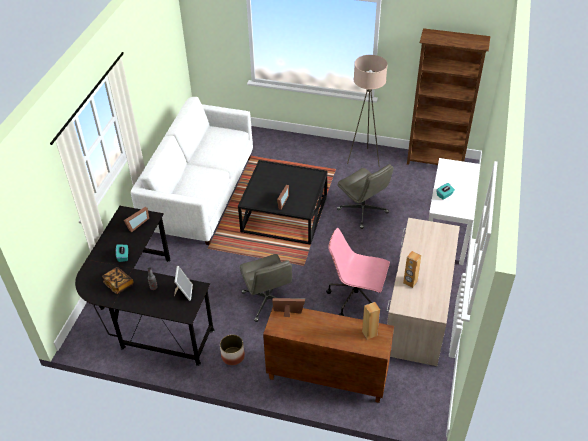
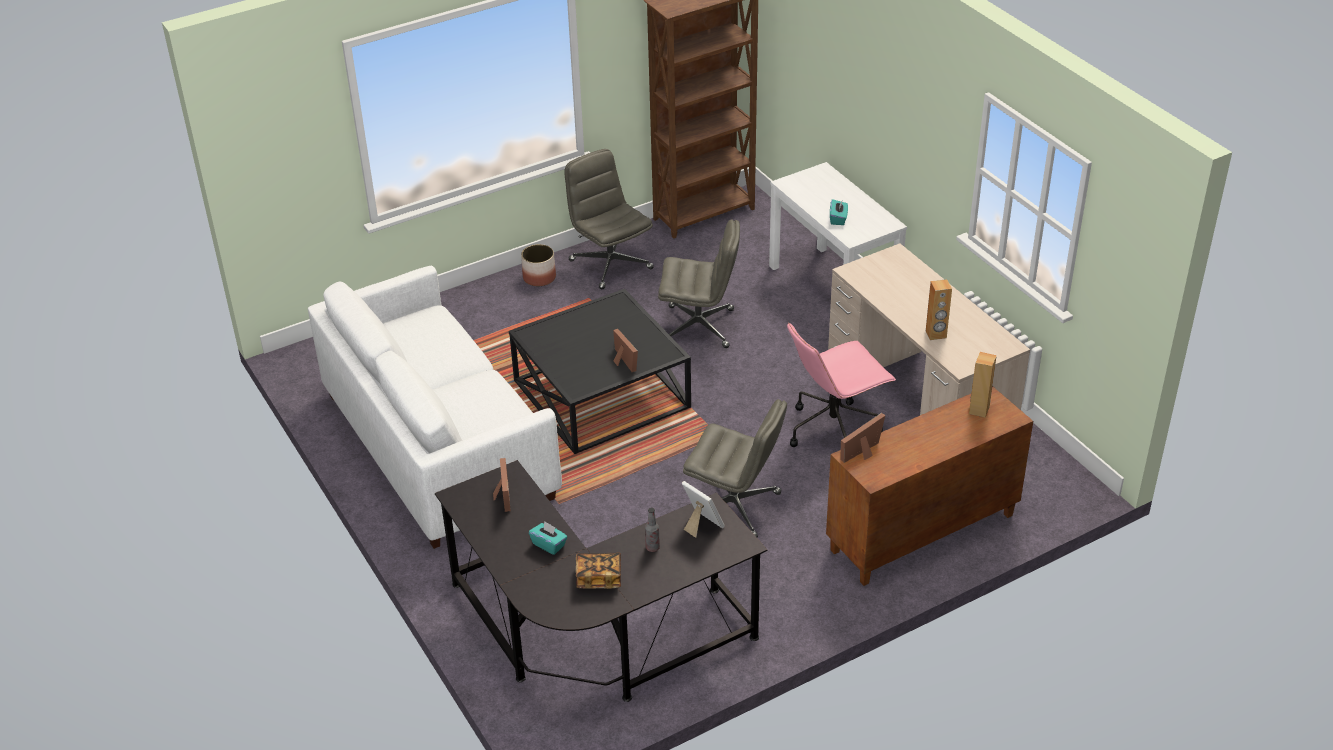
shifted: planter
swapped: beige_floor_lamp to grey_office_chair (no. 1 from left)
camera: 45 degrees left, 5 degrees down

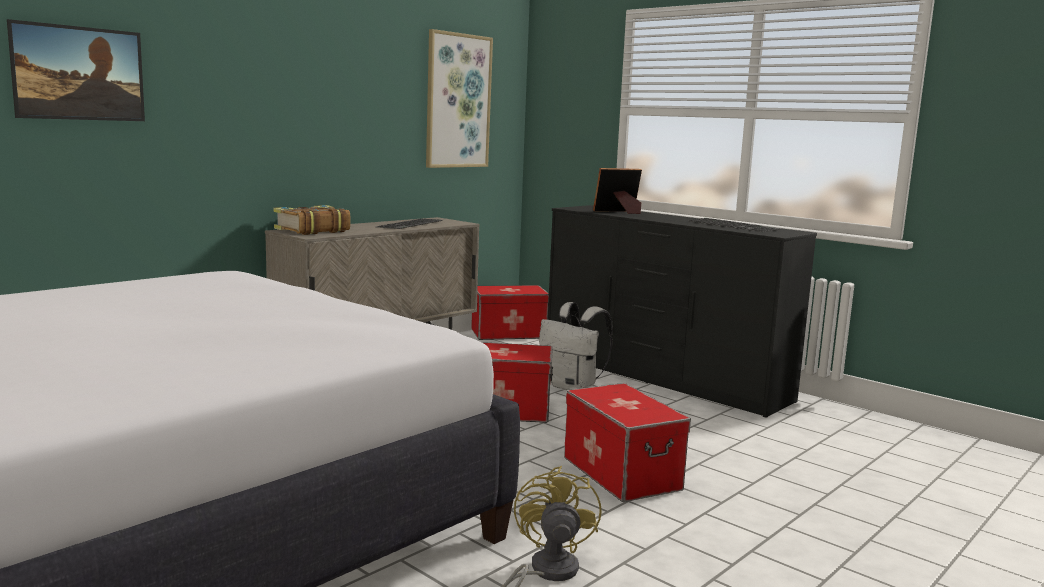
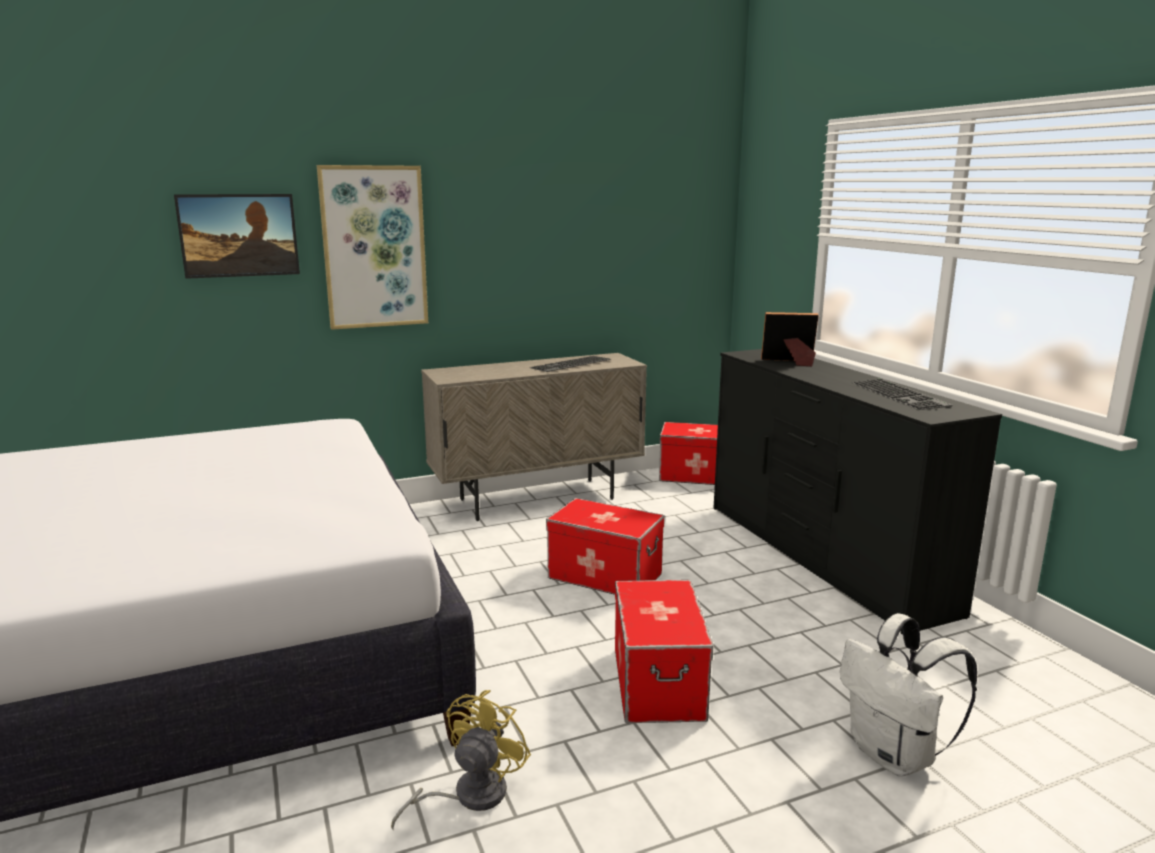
gone: book
shifted: picture (no. 2 from left); white_backpack
camera: 25 degrees right, 5 degrees up

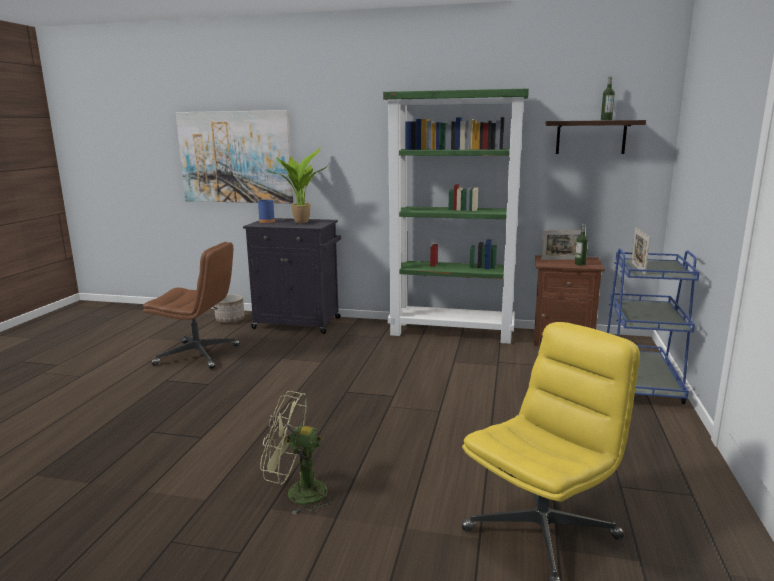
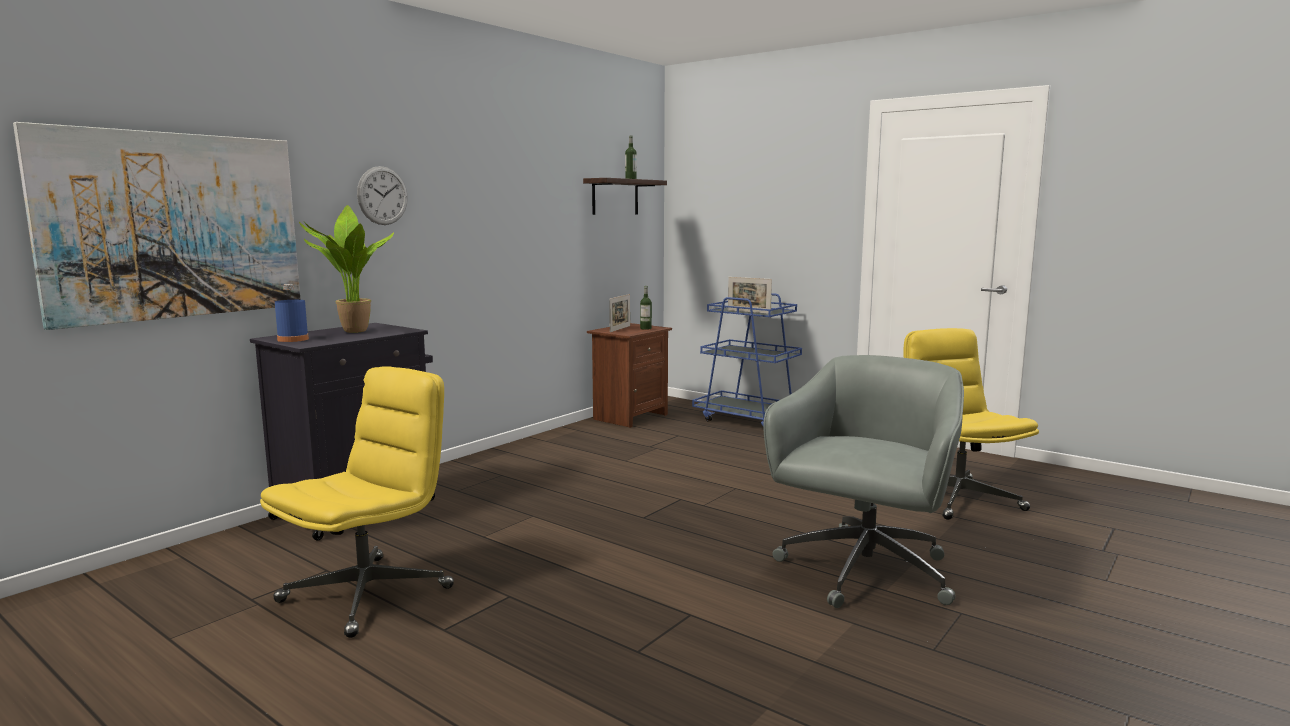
gone: planter; green_bookcase
new: wall_clock
swapped: green_fan to grey_office_chair
repainted: brown_office_chair to yellow_office_chair (no. 1 from left)
camera: 65 degrees left, 5 degrees down

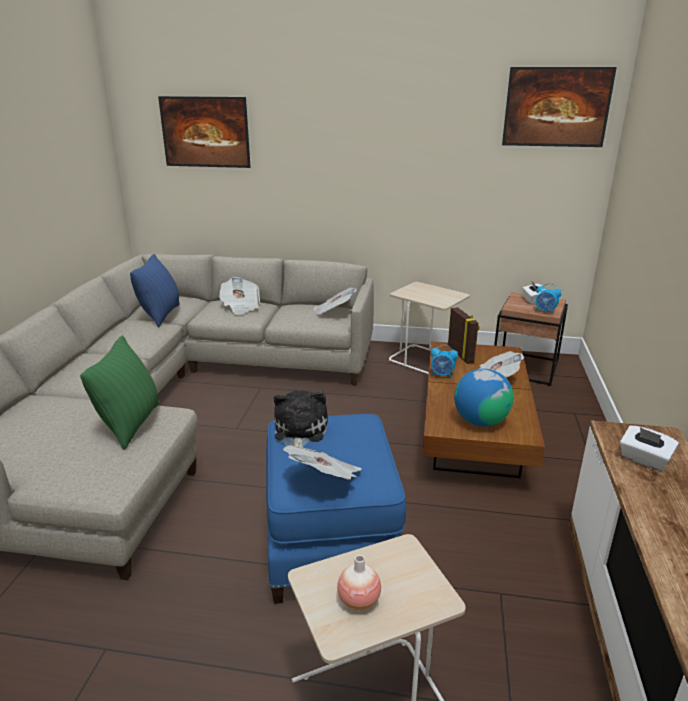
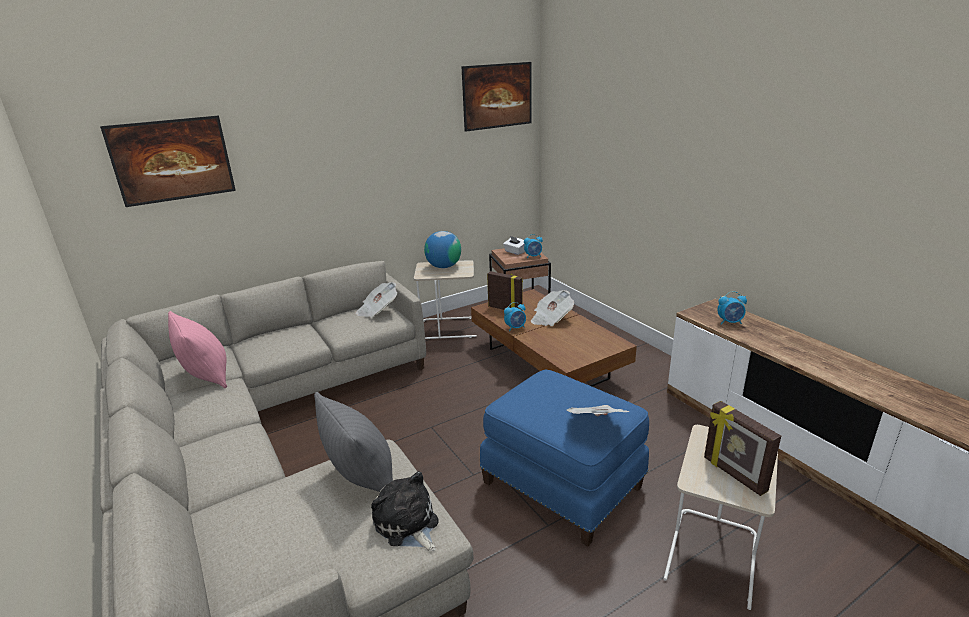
gone: newspaper (no. 1 from left)
shifted: plush_toy; globe
swapped: vase to picture_frame (no. 2 from left); white_tissue_box (no. 2 from left) to alarm_clock (no. 3 from left)
repainted: green_pillow to grey_pillow; blue_pillow to pink_pillow
camera: 40 degrees left, 0 degrees up

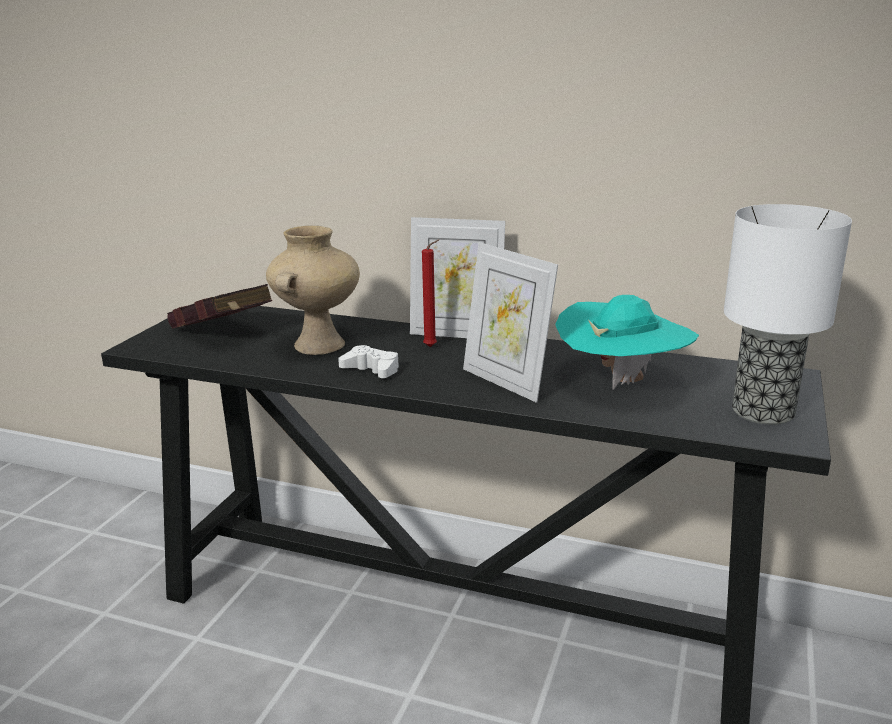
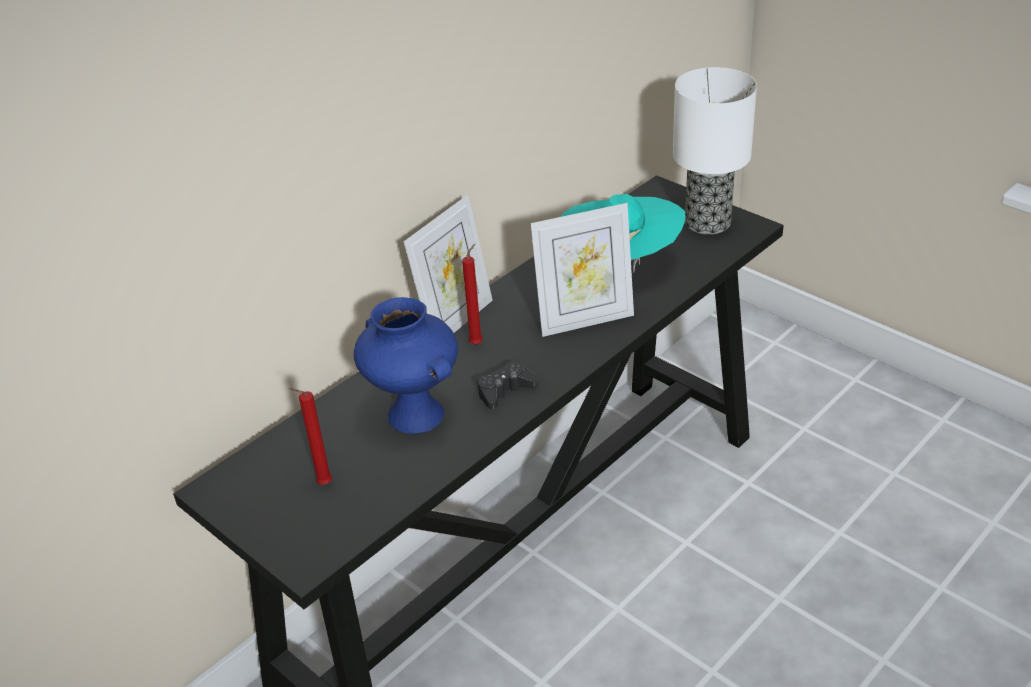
swapped: red_book to red_candle (no. 1 from left)
repainted: beige_vase to blue_vase; white_game_controller to black_game_controller
camera: 65 degrees left, 15 degrees up

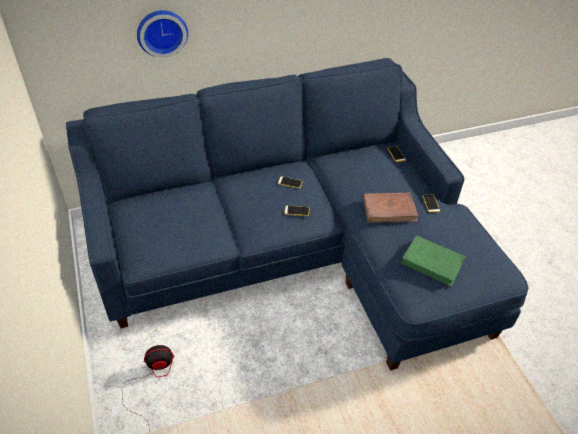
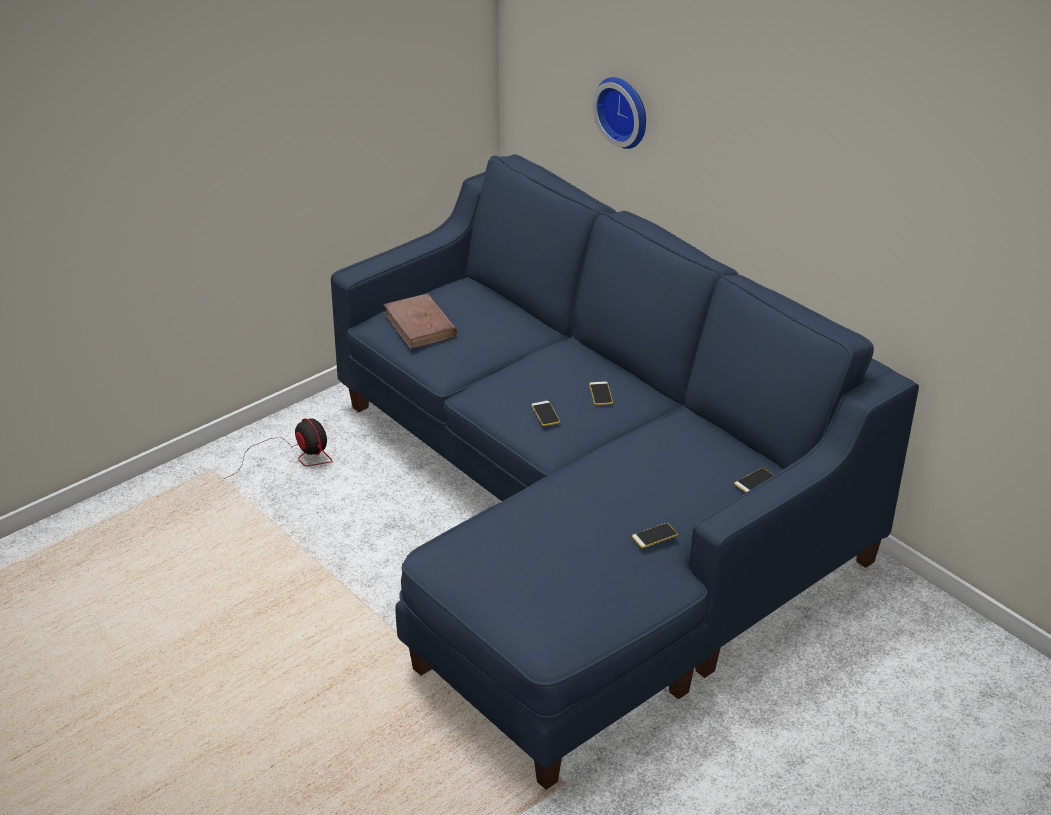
gone: green_book
shifted: brown_book
camera: 70 degrees right, 10 degrees down

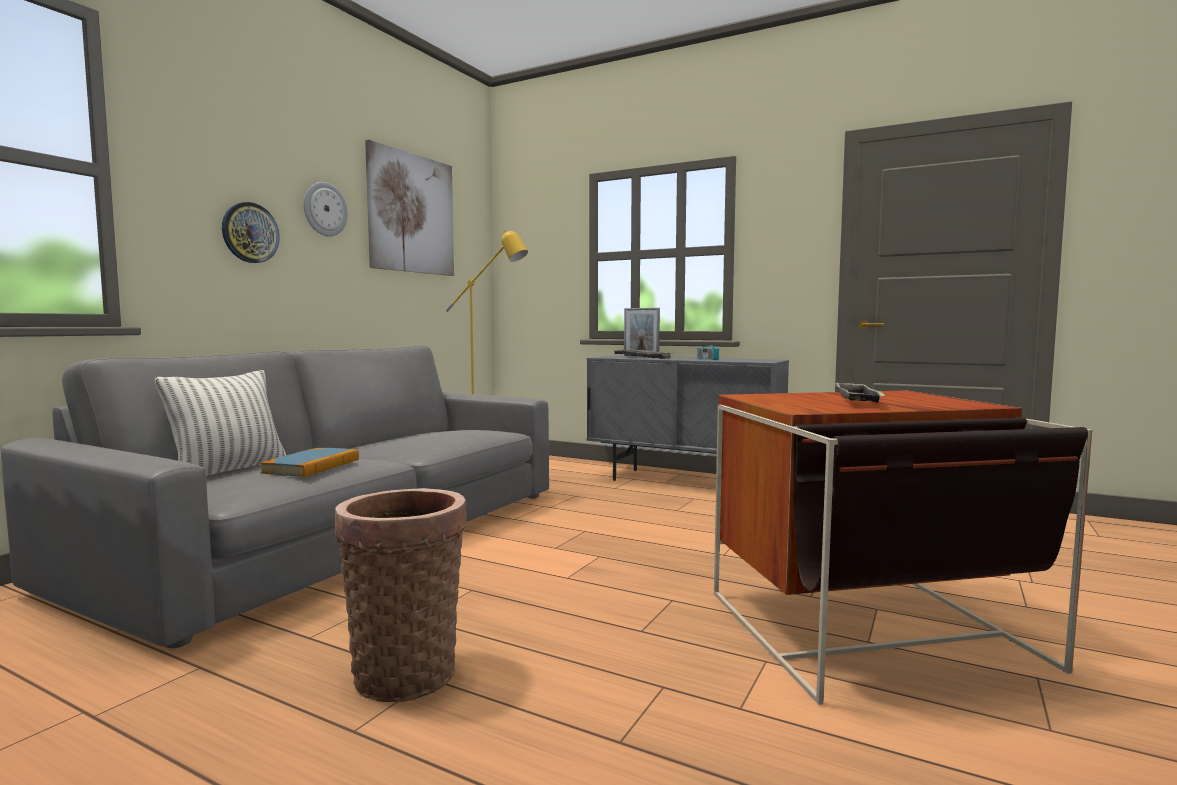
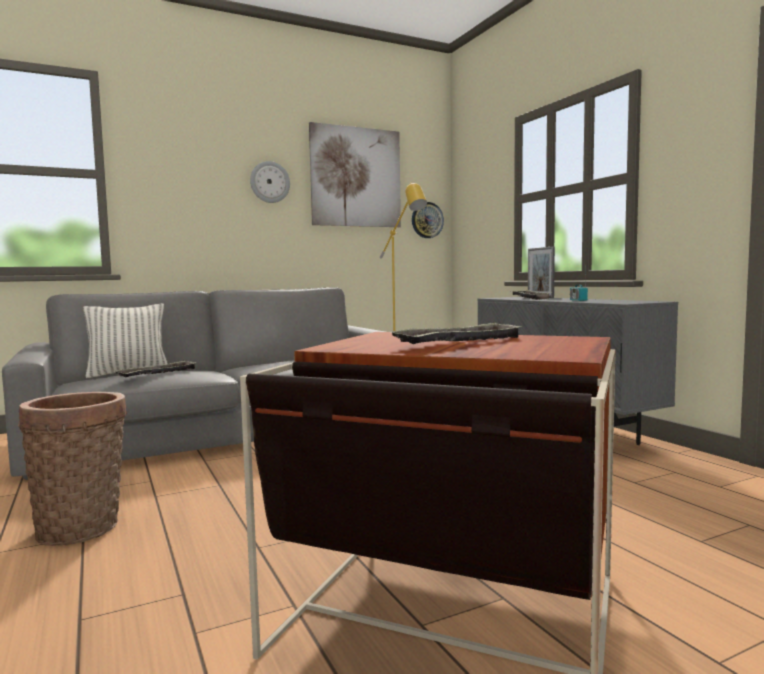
shifted: wall_clock (no. 1 from left in the first image) to wall_clock (no. 2 from left)
swapped: book to tray (no. 1 from left)
camera: 35 degrees right, 0 degrees up

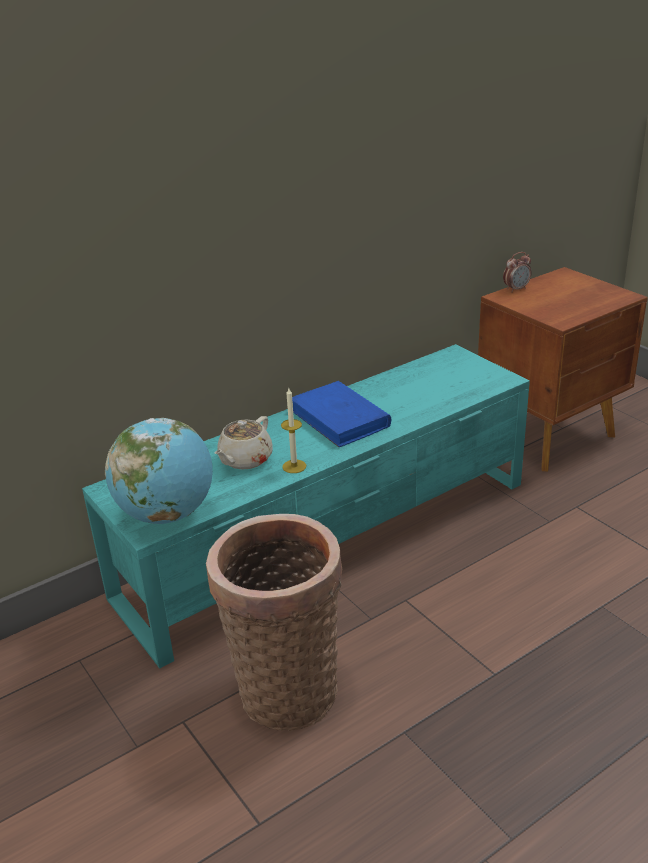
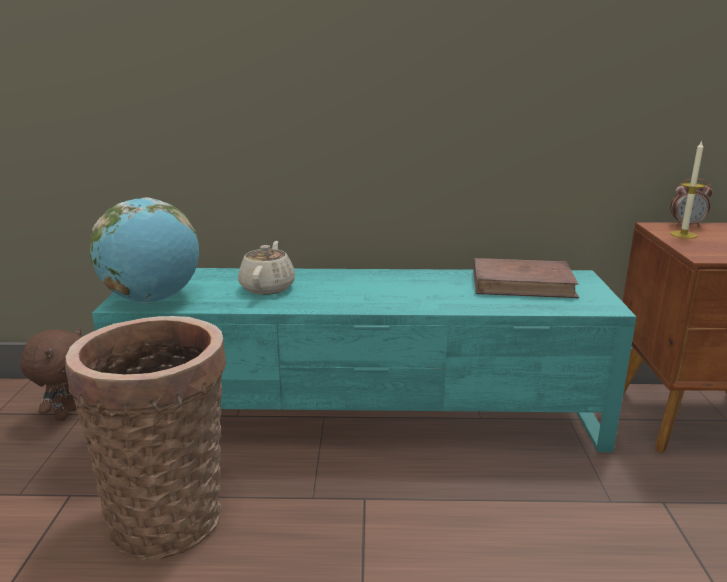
gone: blue_book
new: brown_plush_toy; brown_book
shifted: candle
rotated: beige_teapot 120 degrees clockwise
camera: 35 degrees right, 10 degrees down

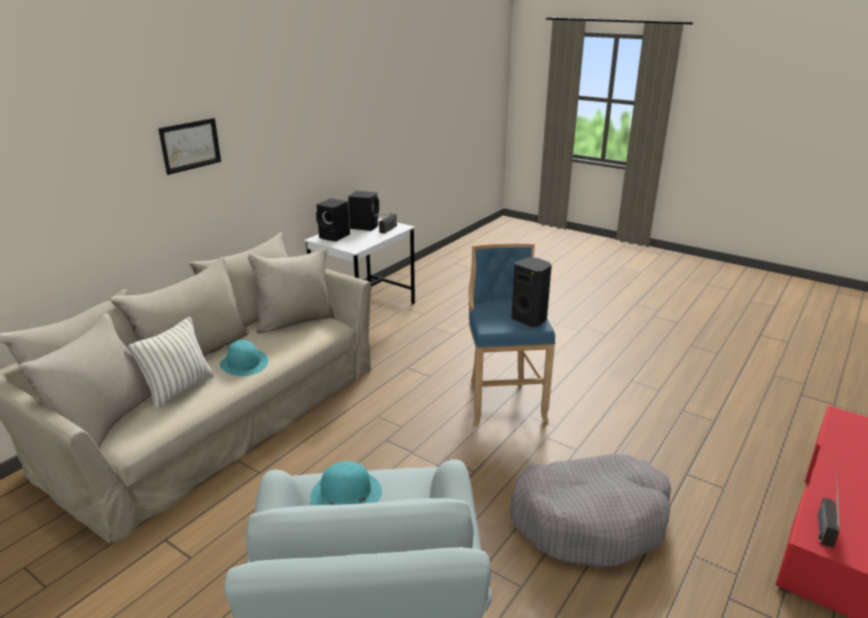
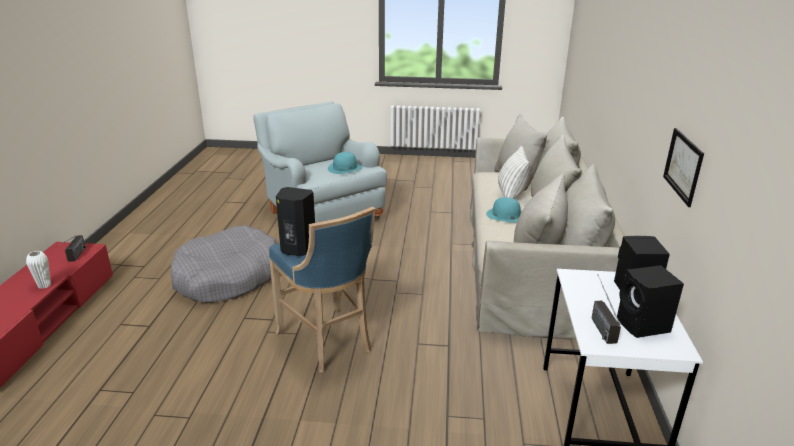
new: white_vase
shifted: picture
camera: 150 degrees right, 0 degrees up

